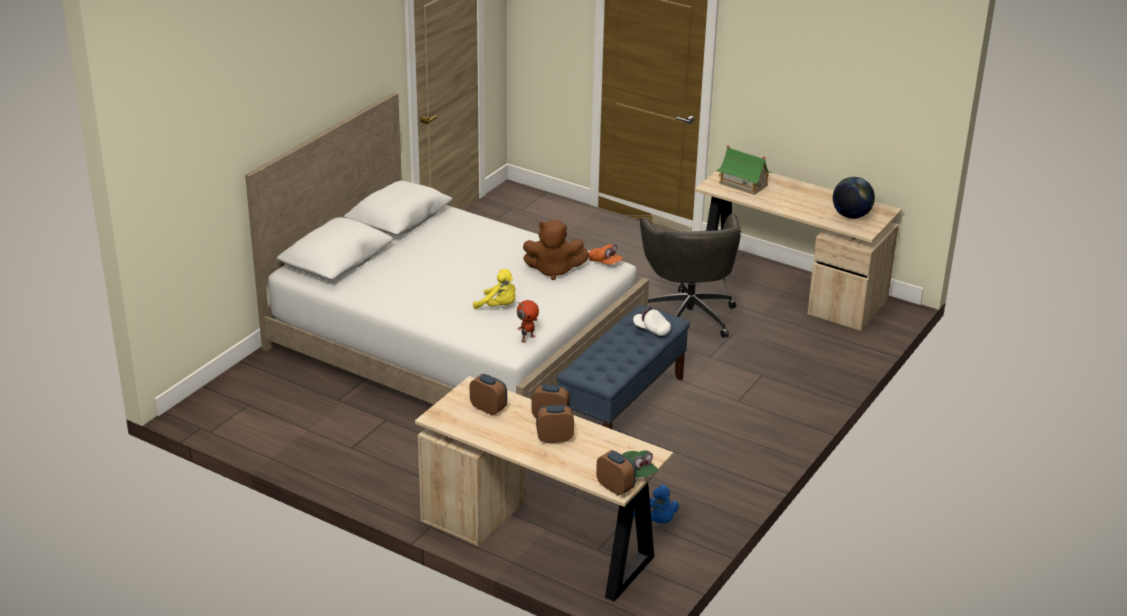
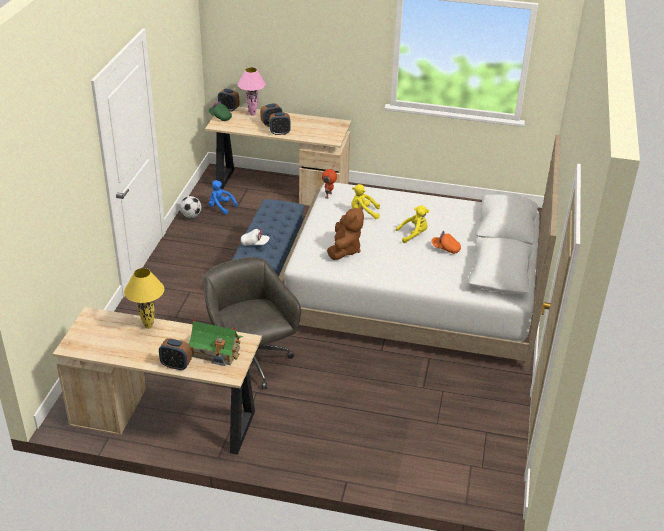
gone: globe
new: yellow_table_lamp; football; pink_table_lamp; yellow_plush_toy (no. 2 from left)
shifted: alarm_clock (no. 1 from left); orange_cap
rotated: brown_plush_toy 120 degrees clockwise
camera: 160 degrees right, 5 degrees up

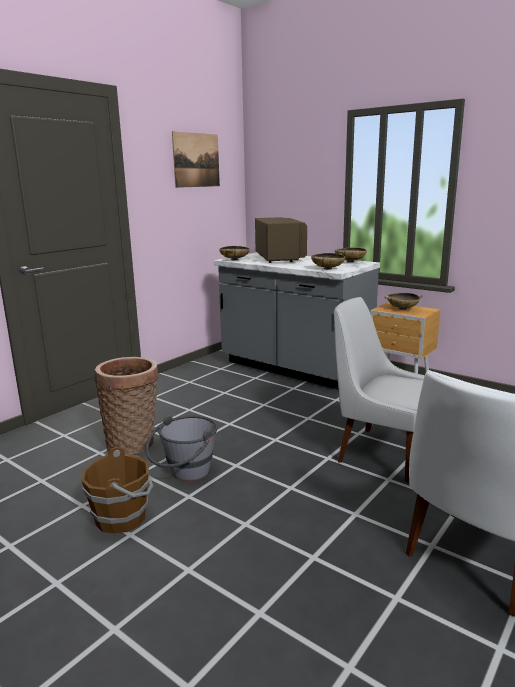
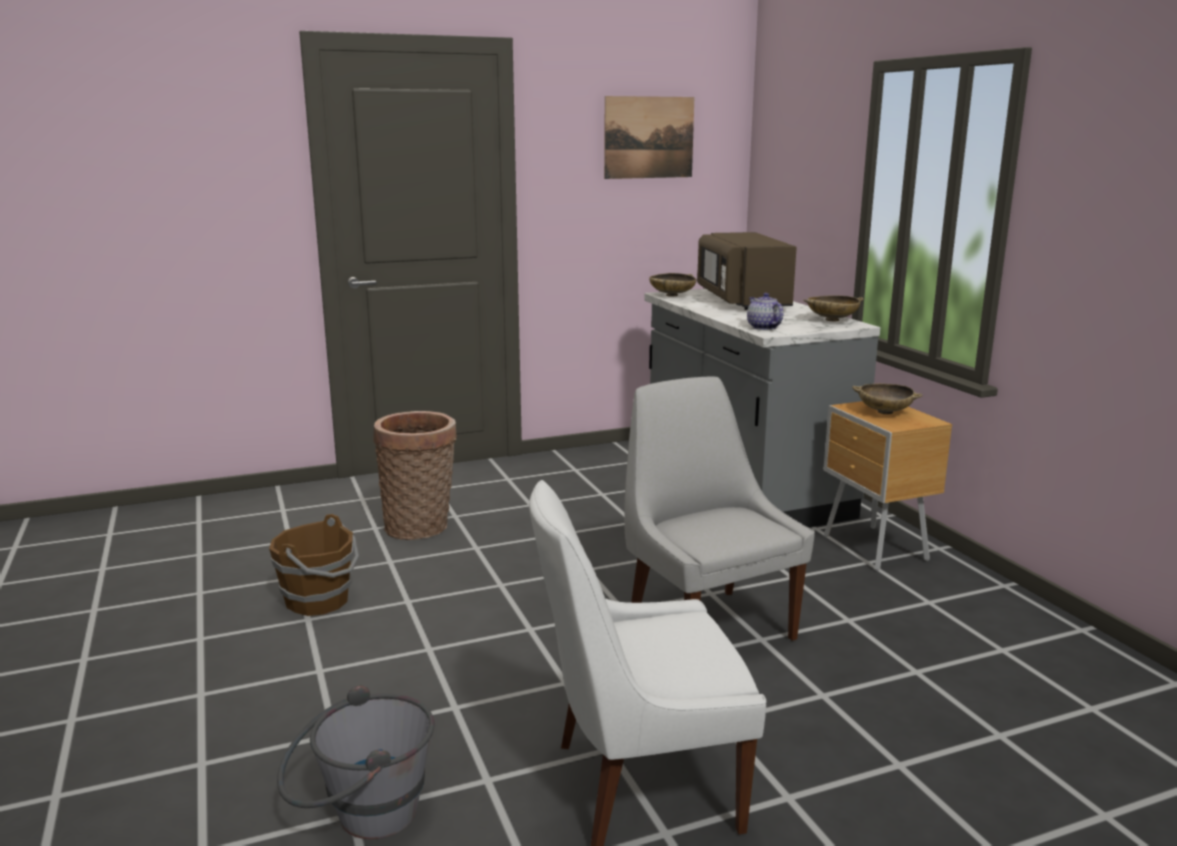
shifted: grey_bucket
swapped: beige_bowl (no. 2 from left) to teapot
rotated: brown_microwave 150 degrees clockwise
camera: 30 degrees right, 0 degrees up

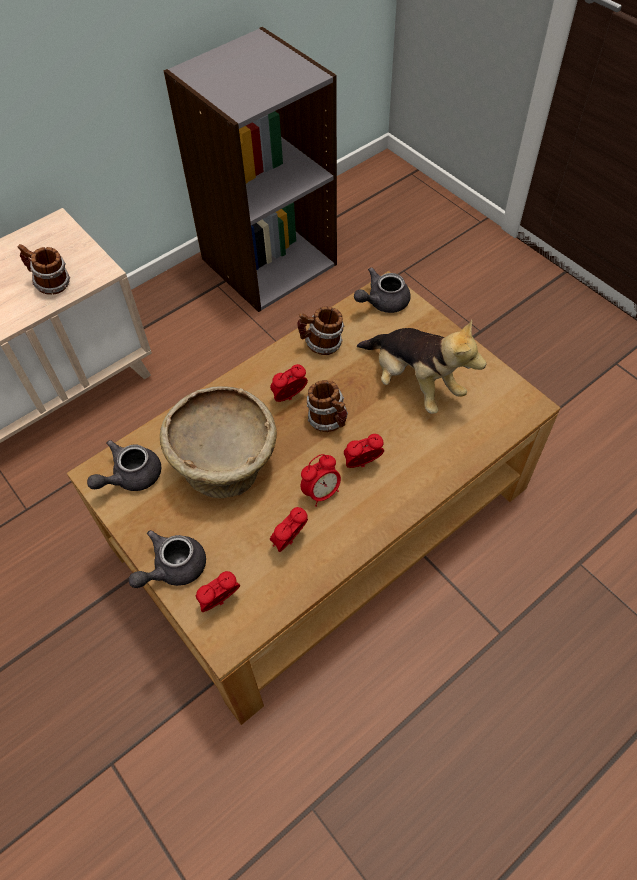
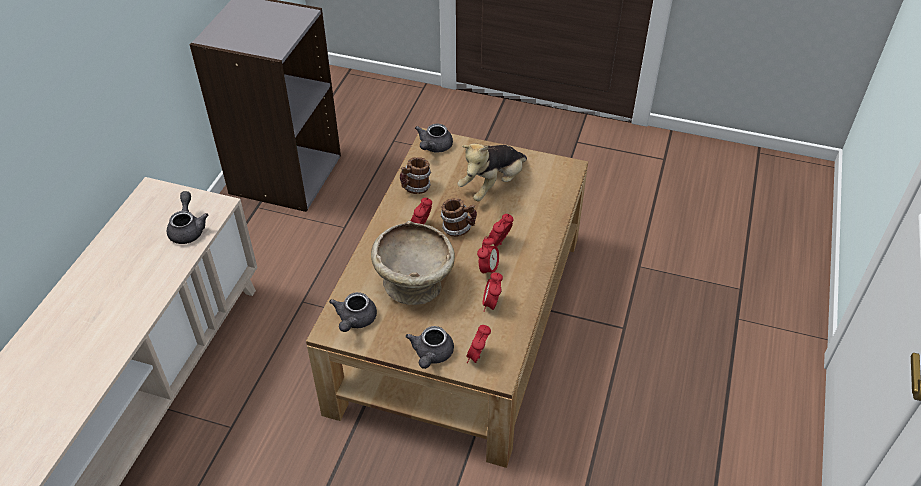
swapped: mug (no. 1 from left) to grey_teapot (no. 1 from left)
rotated: plush_toy 120 degrees clockwise
camera: 35 degrees left, 10 degrees down

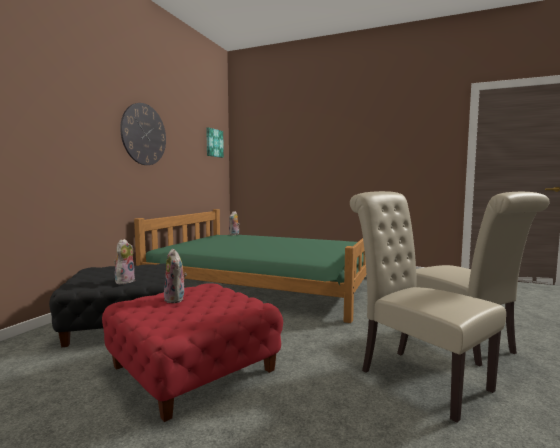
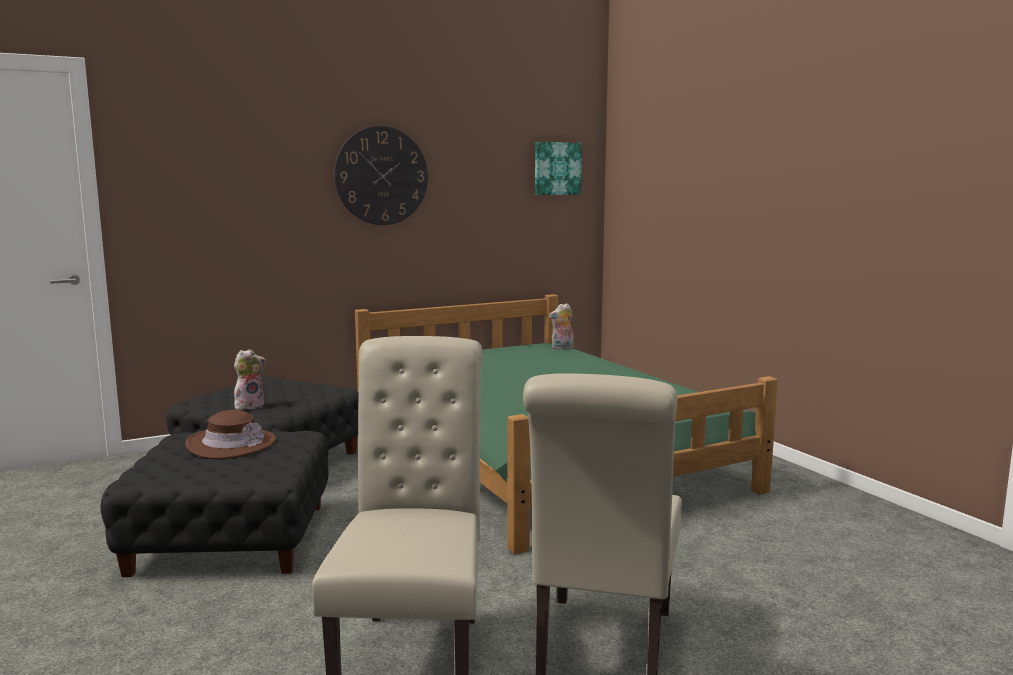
swapped: plush_toy (no. 2 from left) to brown_hat
repainted: red_ottoman to black_ottoman (no. 1 from left)
camera: 40 degrees right, 5 degrees up

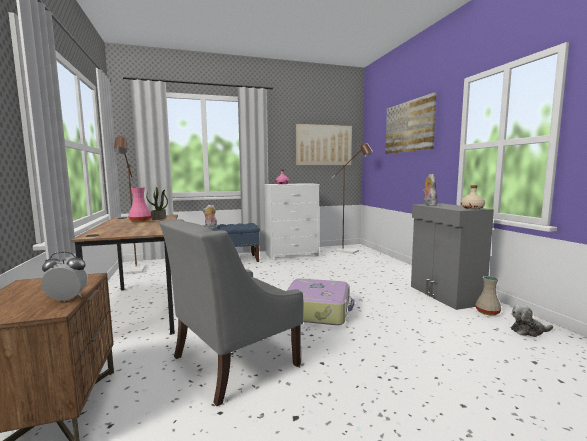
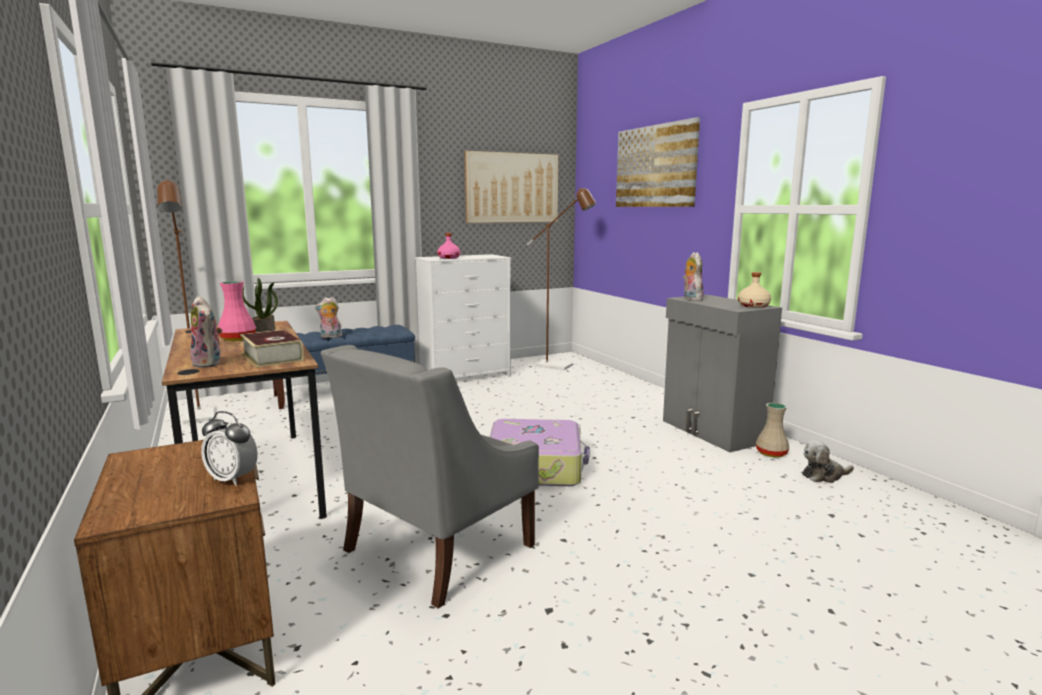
new: plush_toy (no. 1 from left); book
rotated: alarm_clock 135 degrees counterclockwise
camera: 10 degrees left, 5 degrees up

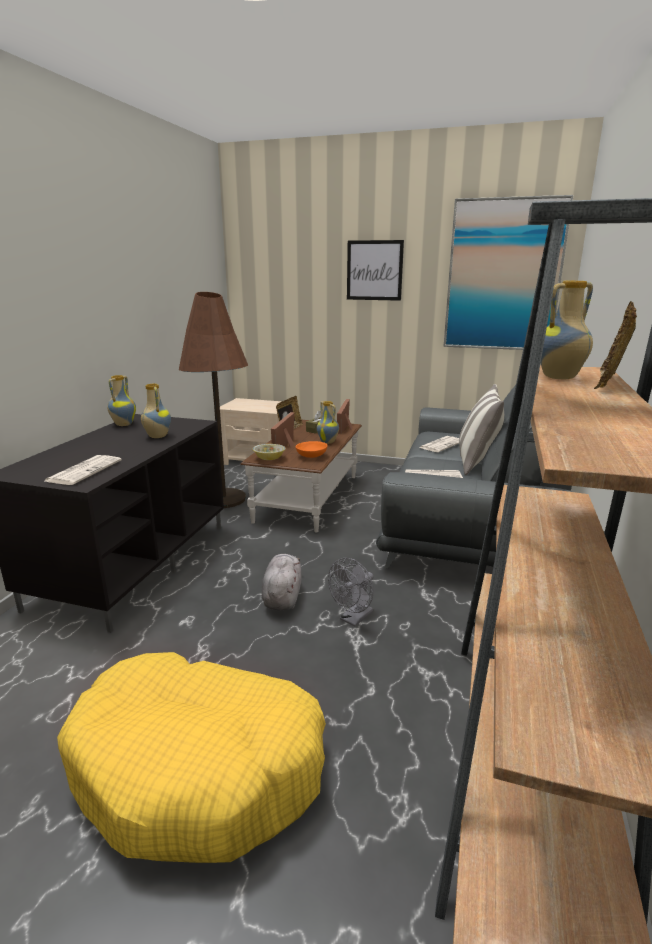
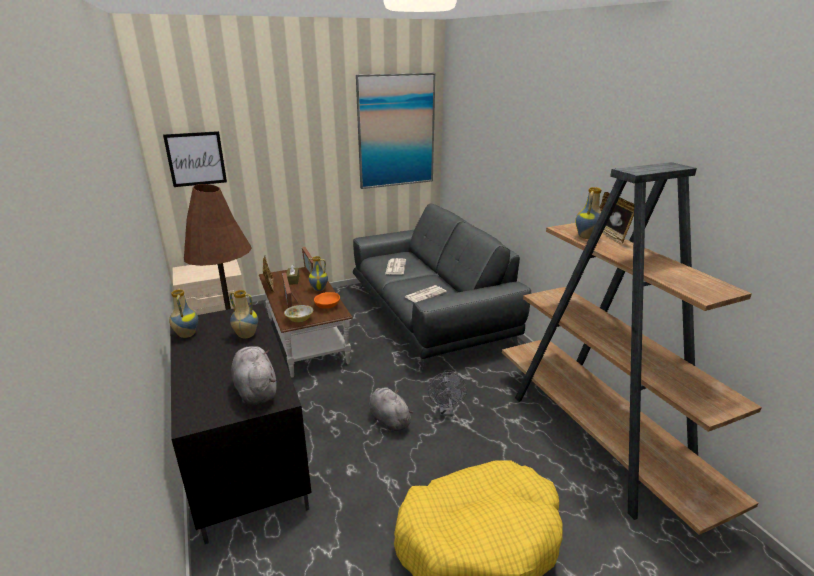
gone: pillow
shifted: picture (no. 1 from left)
swapped: newspaper (no. 1 from left) to grey_plush_toy (no. 1 from left)
camera: 40 degrees left, 5 degrees up

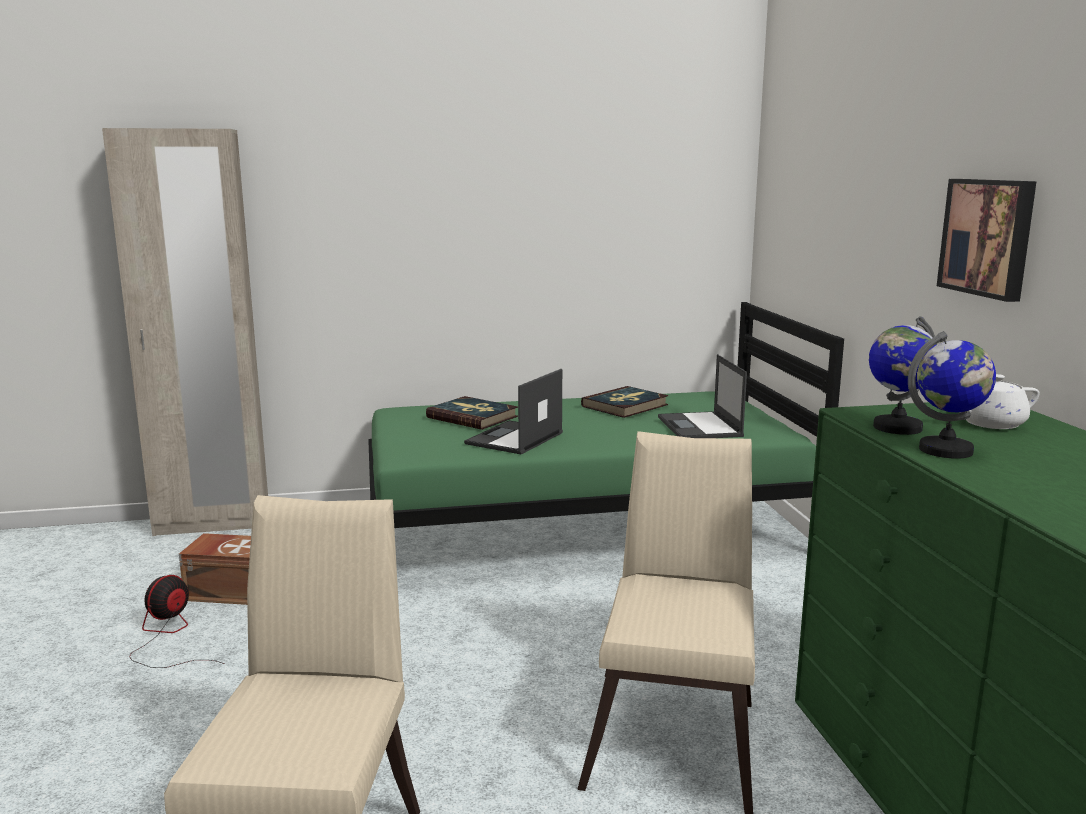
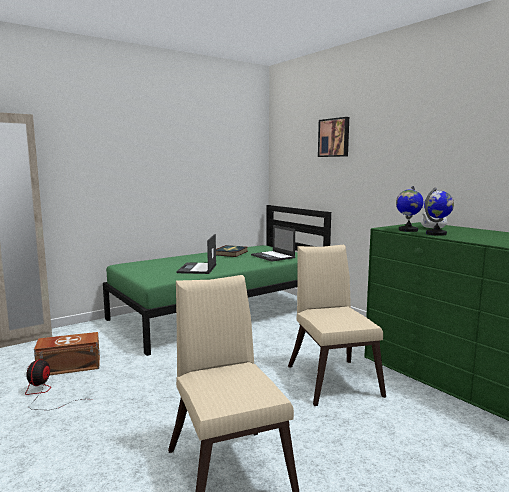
gone: book (no. 1 from left)
shifted: picture
camera: 25 degrees left, 5 degrees down

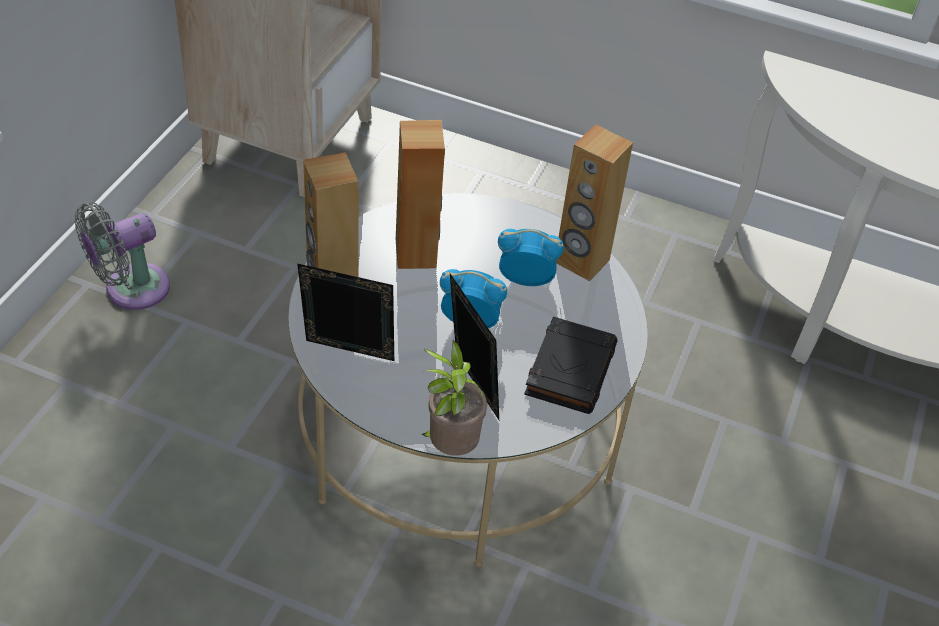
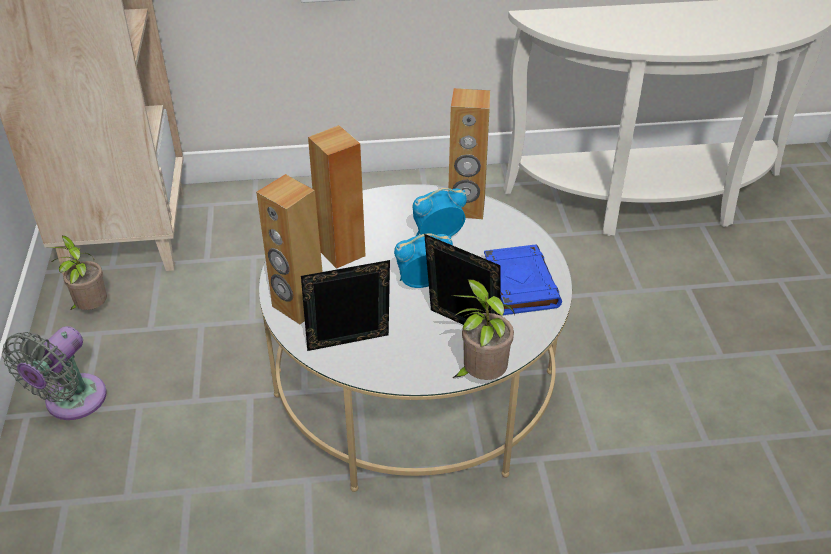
new: potted_plant (no. 1 from left)
repainted: black_book to blue_book
camera: 25 degrees left, 5 degrees down

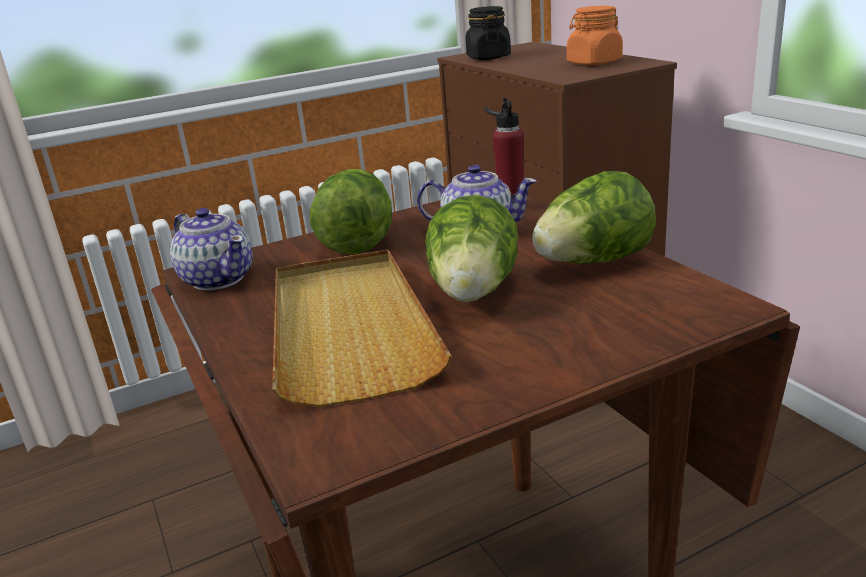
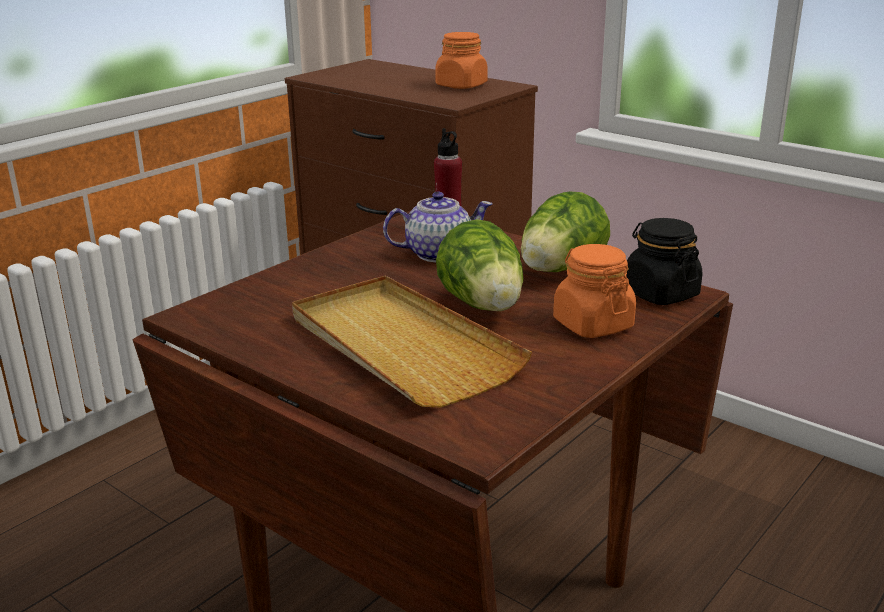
gone: teapot (no. 1 from left); lettuce (no. 1 from left)
new: orange_jar (no. 2 from left)
shifted: black_jar
camera: 25 degrees left, 0 degrees up

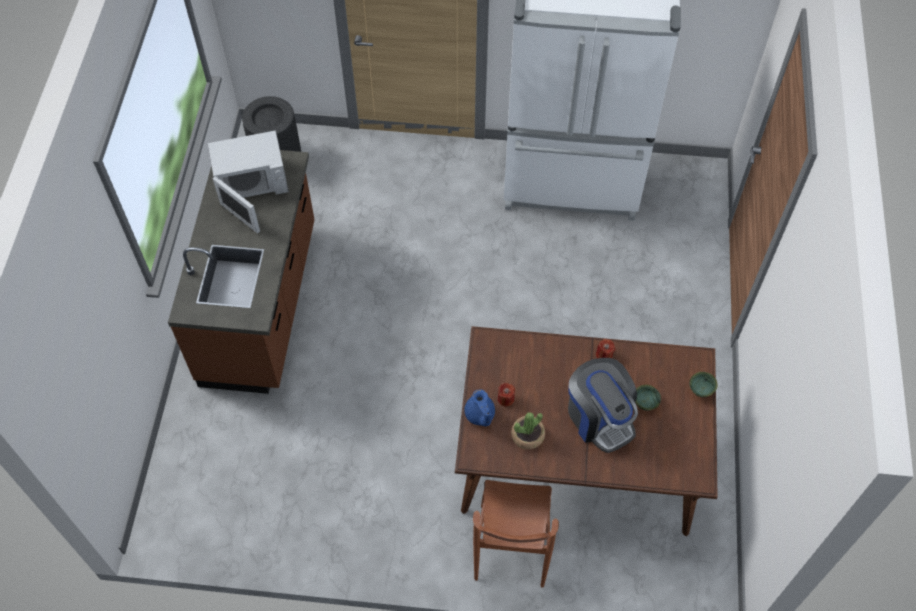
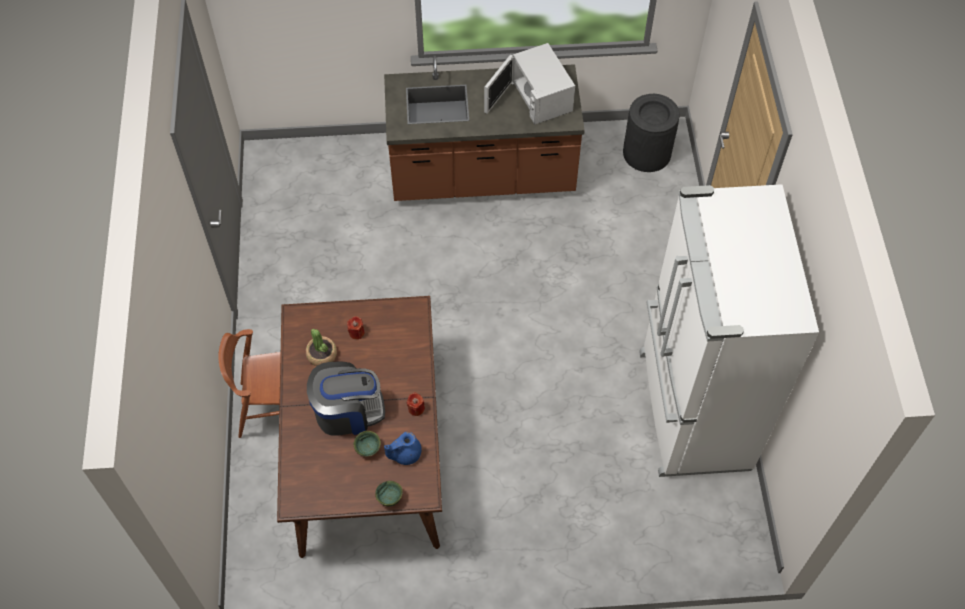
shifted: blue_teapot
rotated: coffee_machine 150 degrees counterclockwise
camera: 80 degrees right, 0 degrees up

